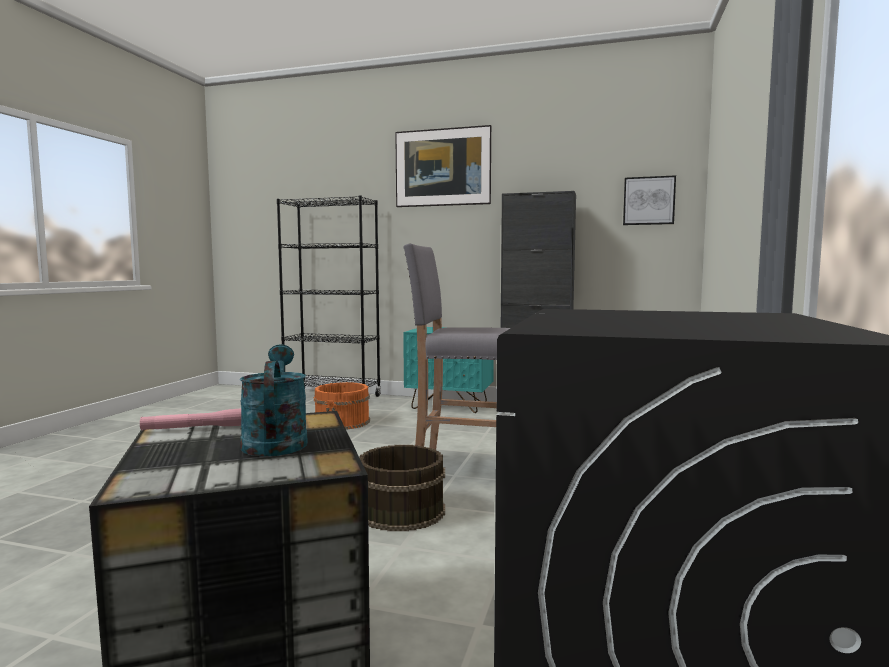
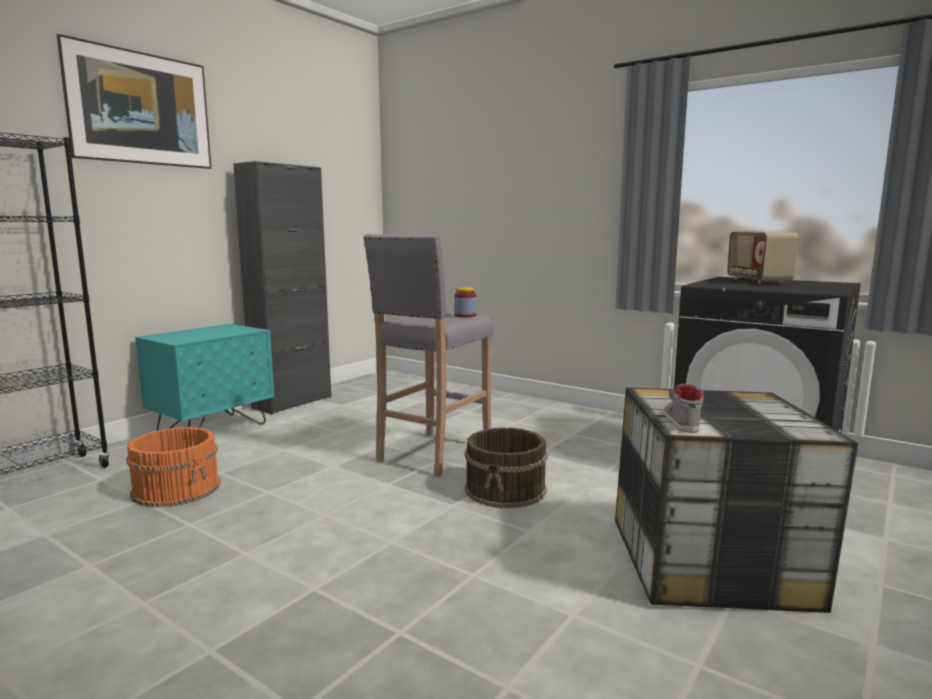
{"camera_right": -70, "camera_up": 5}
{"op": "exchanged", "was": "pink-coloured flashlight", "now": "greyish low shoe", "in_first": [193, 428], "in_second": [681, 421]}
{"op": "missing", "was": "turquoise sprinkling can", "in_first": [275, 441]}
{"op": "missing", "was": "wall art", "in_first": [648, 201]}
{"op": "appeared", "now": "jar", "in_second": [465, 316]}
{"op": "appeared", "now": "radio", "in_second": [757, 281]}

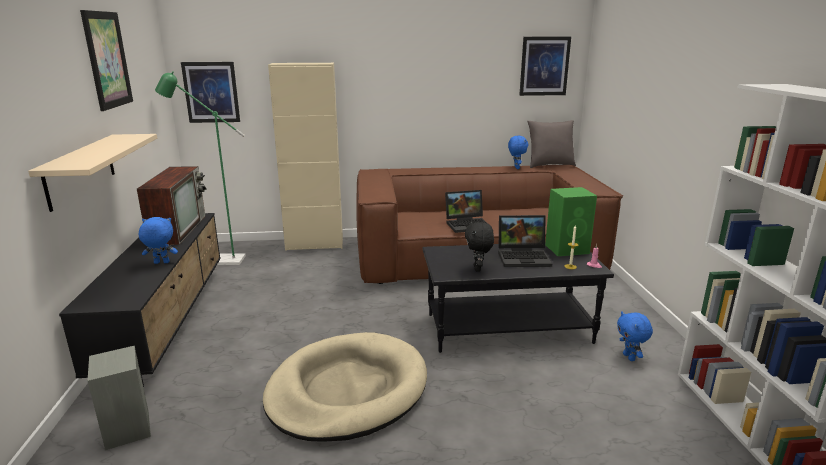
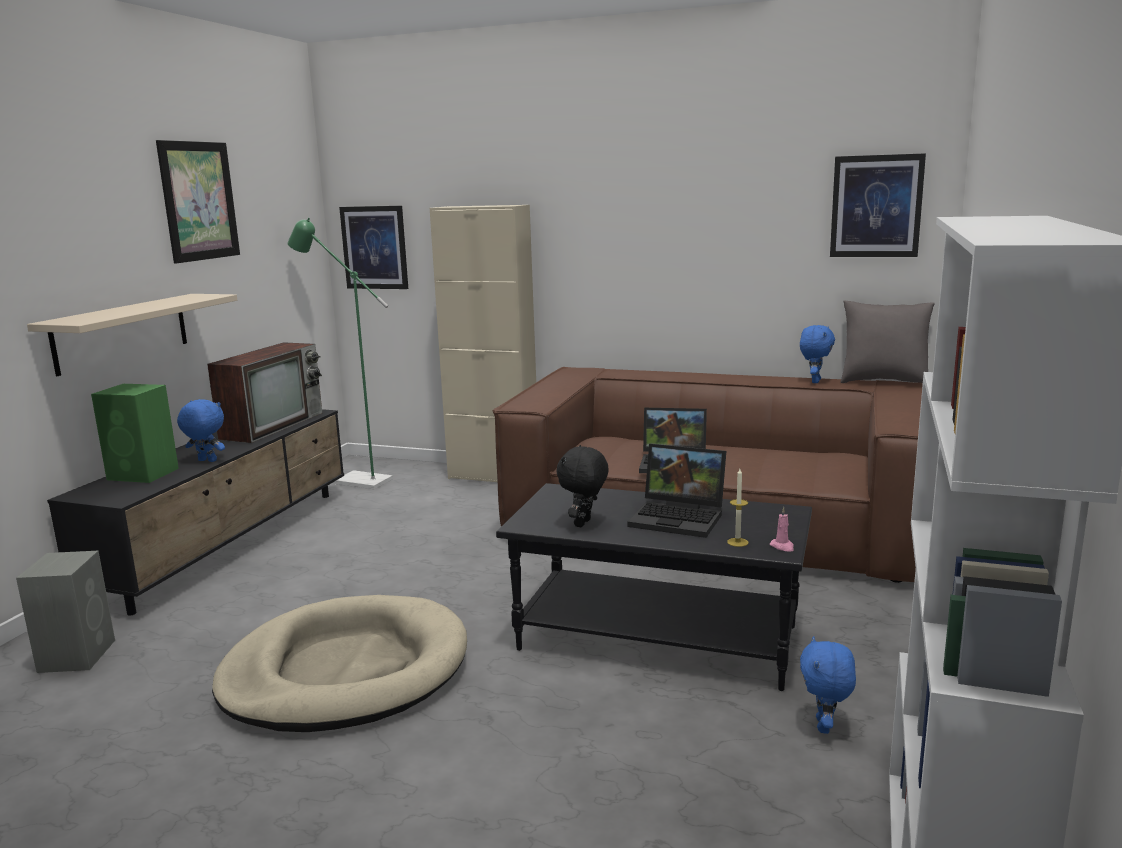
{"camera_right": 25, "camera_up": -5}
{"op": "relocated", "was": "green-coloured audio speaker", "in_first": [568, 249], "in_second": [144, 474]}

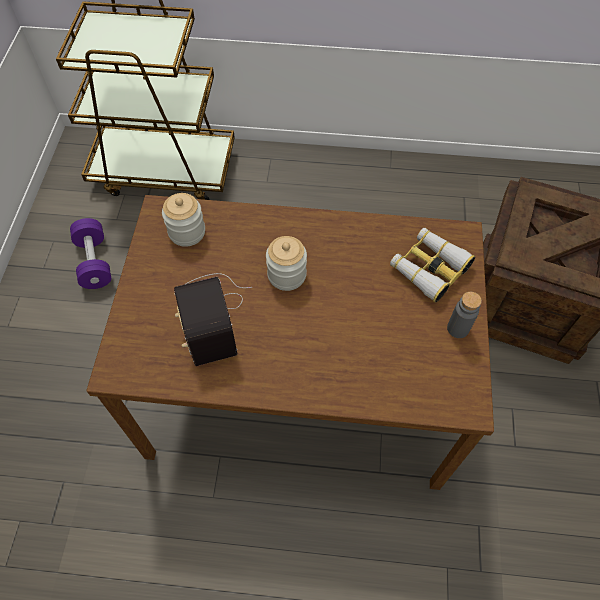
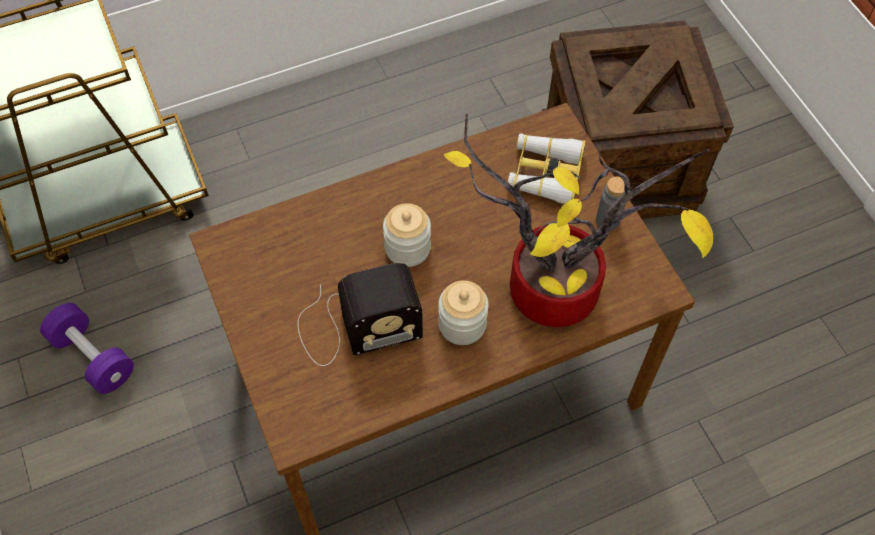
{"camera_right": -30, "camera_up": 0}
{"op": "relocated", "was": "jar", "in_first": [187, 232], "in_second": [462, 324]}
{"op": "spun", "was": "radio", "in_first": [210, 314], "in_second": [354, 327], "clockwise": -60}
{"op": "appeared", "now": "potted plant", "in_second": [560, 285]}

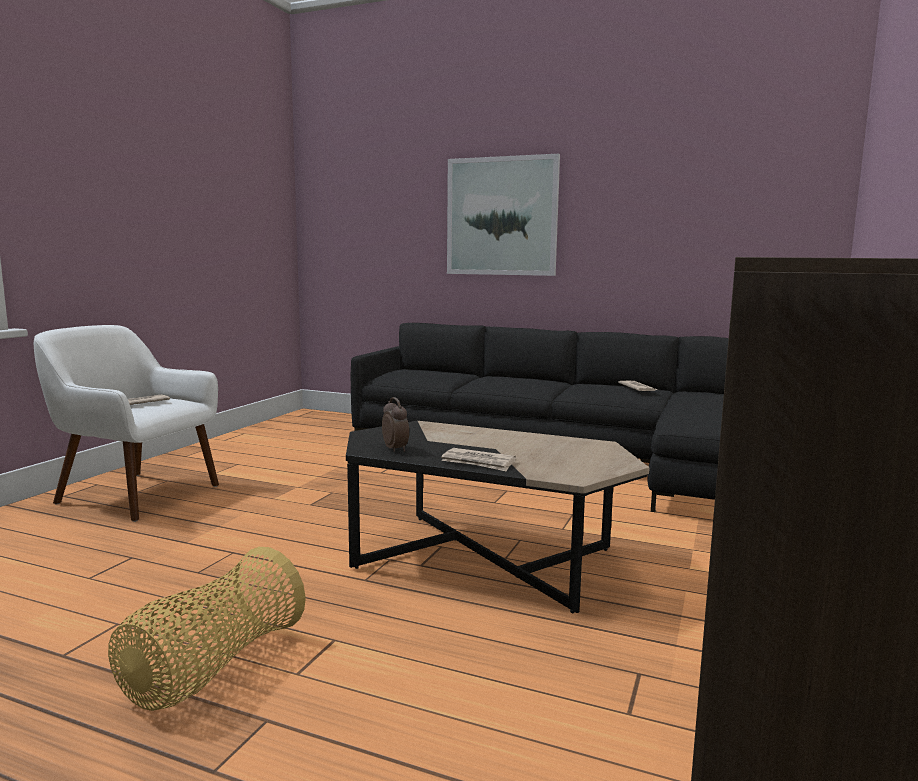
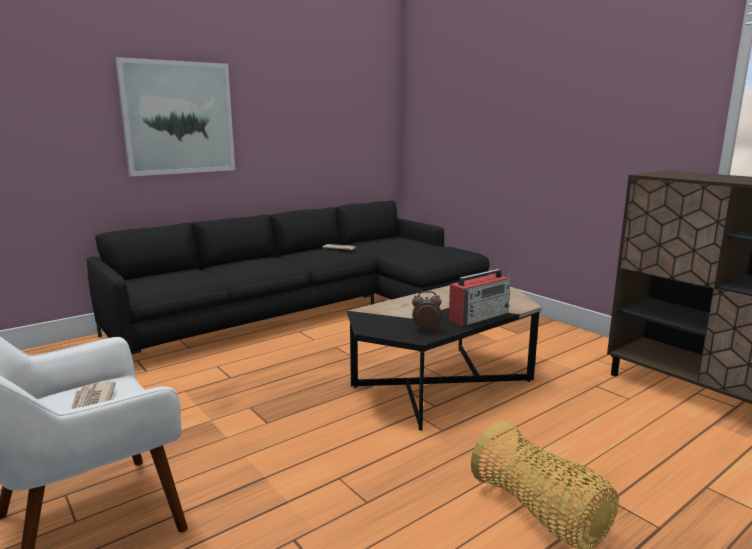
{"camera_right": -60, "camera_up": 5}
{"op": "exchanged", "was": "newspaper", "now": "radio", "in_first": [478, 462], "in_second": [479, 316]}

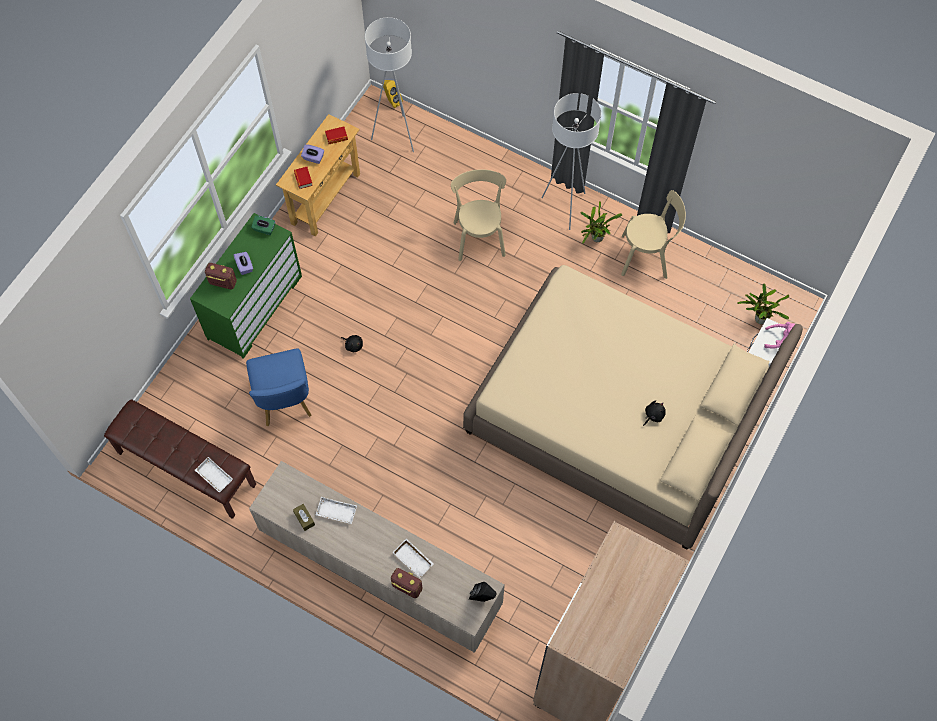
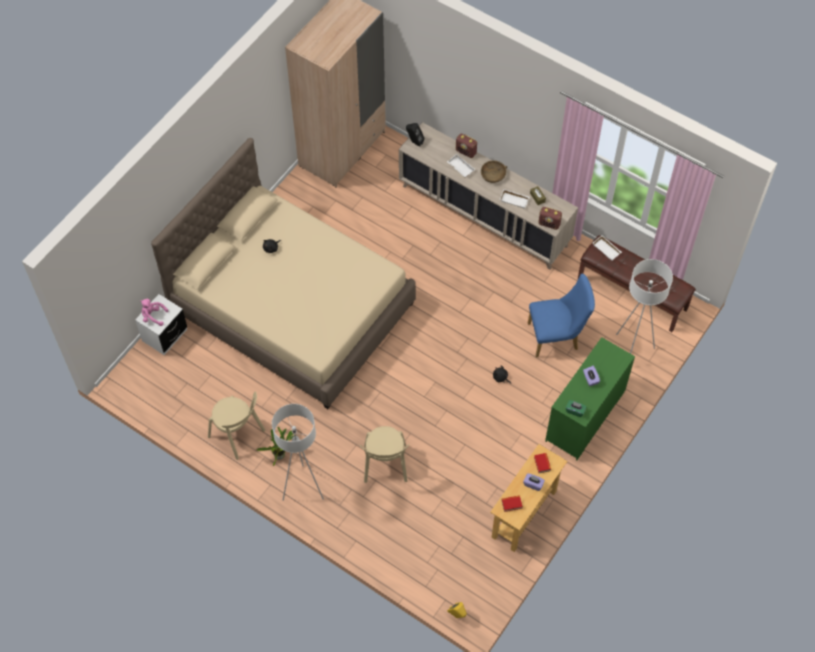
{"camera_right": -175, "camera_up": -5}
{"op": "relocated", "was": "radio", "in_first": [222, 282], "in_second": [549, 224]}
{"op": "spun", "was": "blue plain chair", "in_first": [285, 402], "in_second": [557, 336], "clockwise": 90}
{"op": "relocated", "was": "white-coloured floor lamp", "in_first": [396, 136], "in_second": [631, 349]}
{"op": "spun", "was": "beige plain chair", "in_first": [647, 256], "in_second": [238, 435], "clockwise": -150}
{"op": "missing", "was": "potted plant", "in_first": [758, 318]}
{"op": "appeared", "now": "brownish deep dish", "in_second": [493, 174]}

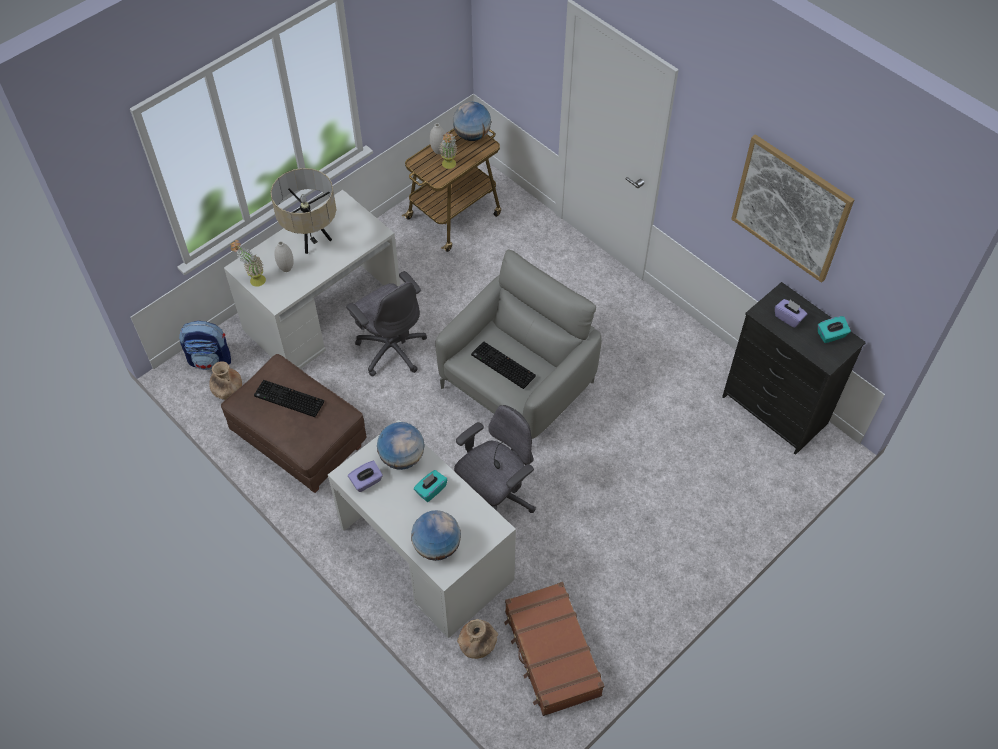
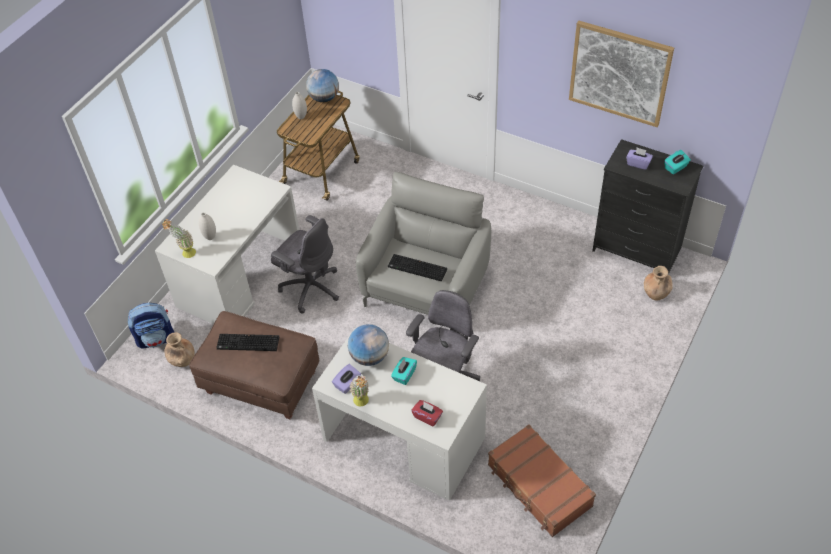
{"camera_right": -15, "camera_up": -5}
{"op": "missing", "was": "beige lamp for a table", "in_first": [311, 238]}
{"op": "exchanged", "was": "desk globe", "now": "red tissue box", "in_first": [436, 546], "in_second": [427, 417]}
{"op": "relocated", "was": "potted plant", "in_first": [449, 166], "in_second": [362, 403]}
{"op": "relocated", "was": "brownish decorative vase", "in_first": [477, 645], "in_second": [656, 293]}

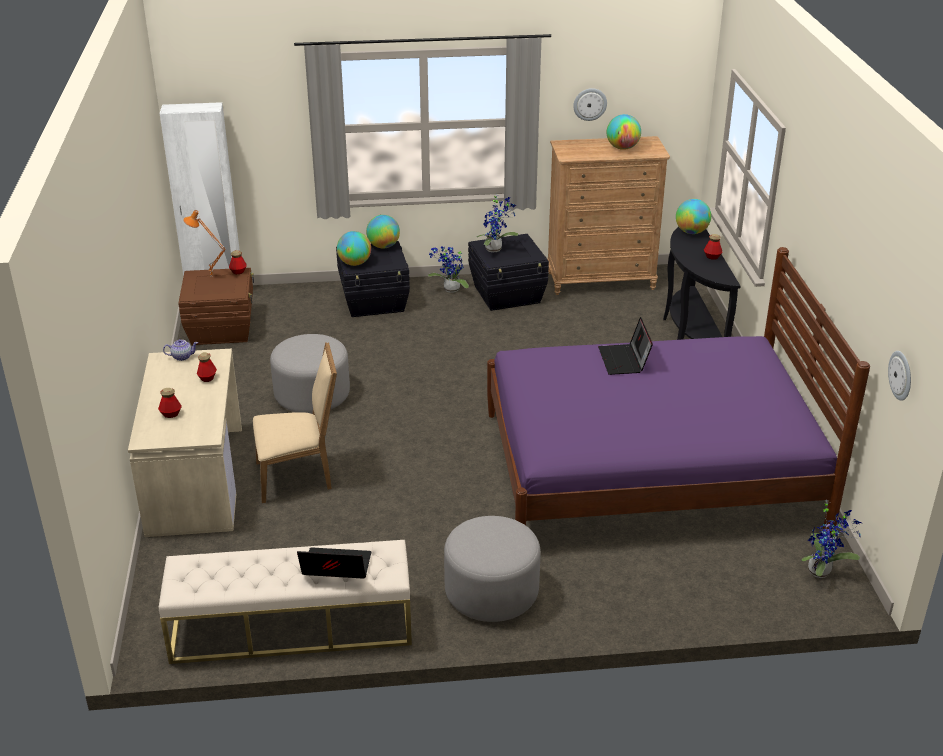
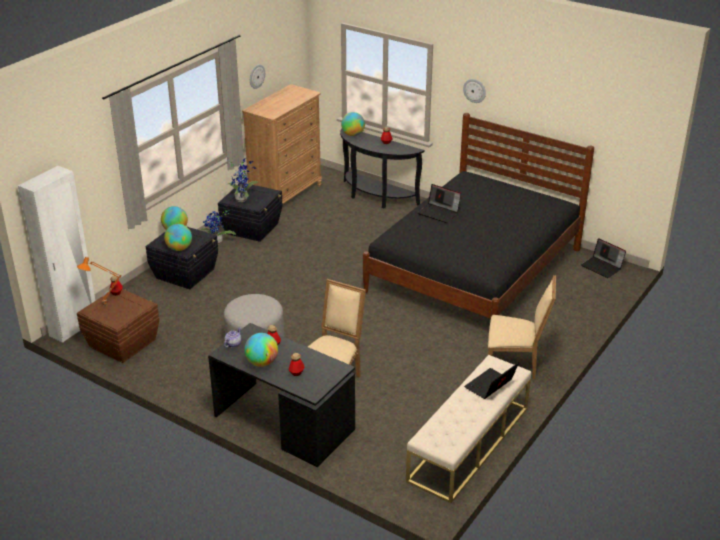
{"camera_right": -50, "camera_up": 0}
{"op": "colour", "was": "beige desk", "now": "black desk", "in_first": [195, 479], "in_second": [282, 423]}
{"op": "exchanged", "was": "greyish pouffe", "now": "beige plain chair", "in_first": [491, 592], "in_second": [514, 364]}
{"op": "colour", "was": "purple-coloured bed", "now": "black bed", "in_first": [649, 469], "in_second": [474, 270]}
{"op": "relocated", "was": "desk globe", "in_first": [622, 148], "in_second": [262, 363]}
{"op": "exchanged", "was": "potted plant", "now": "portable computer", "in_first": [822, 571], "in_second": [602, 267]}
{"op": "relocated", "was": "clock on the wall", "in_first": [901, 375], "in_second": [474, 90]}

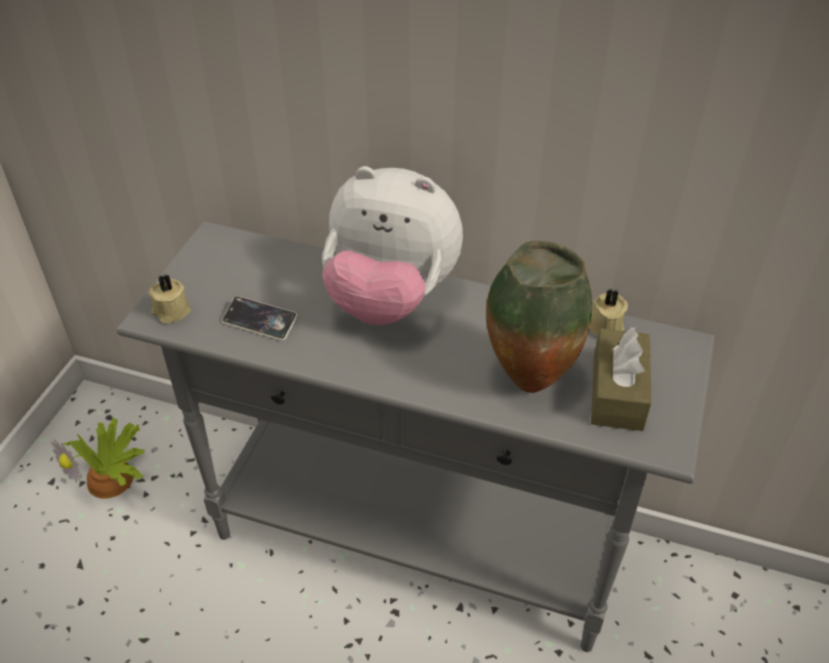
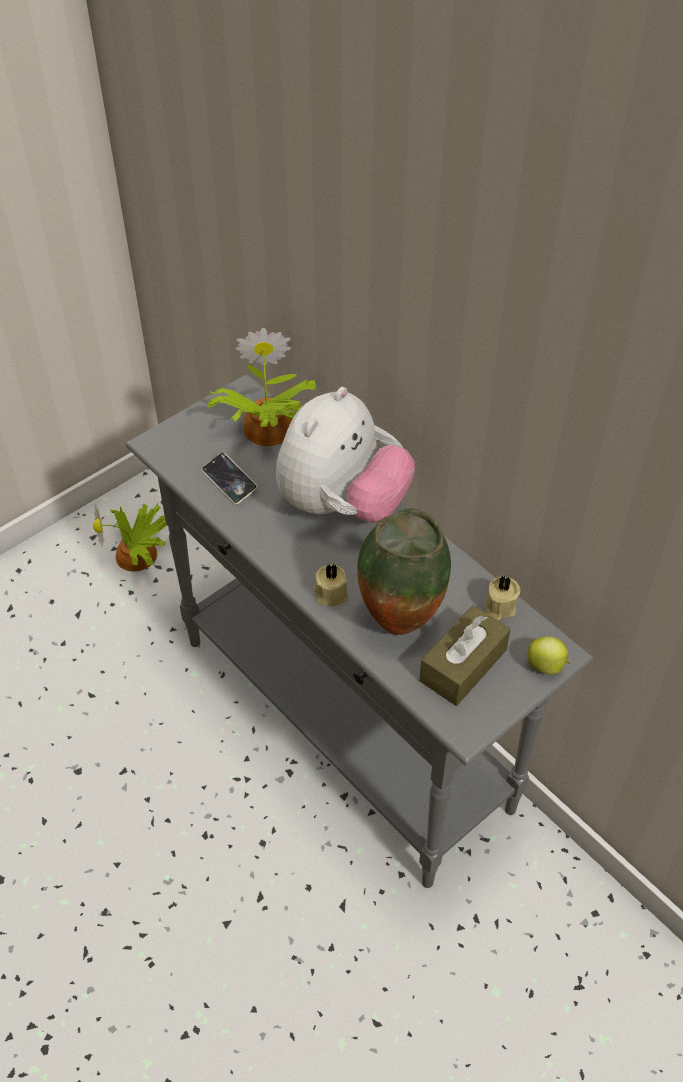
{"camera_right": 30, "camera_up": 5}
{"op": "relocated", "was": "beige candle", "in_first": [171, 311], "in_second": [330, 593]}
{"op": "spun", "was": "cuddly toy", "in_first": [390, 299], "in_second": [342, 505], "clockwise": -105}
{"op": "appeared", "now": "potted plant", "in_second": [266, 429]}
{"op": "appeared", "now": "whole apple", "in_second": [546, 666]}

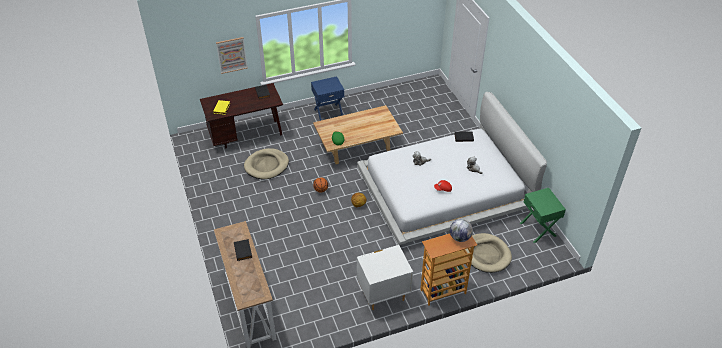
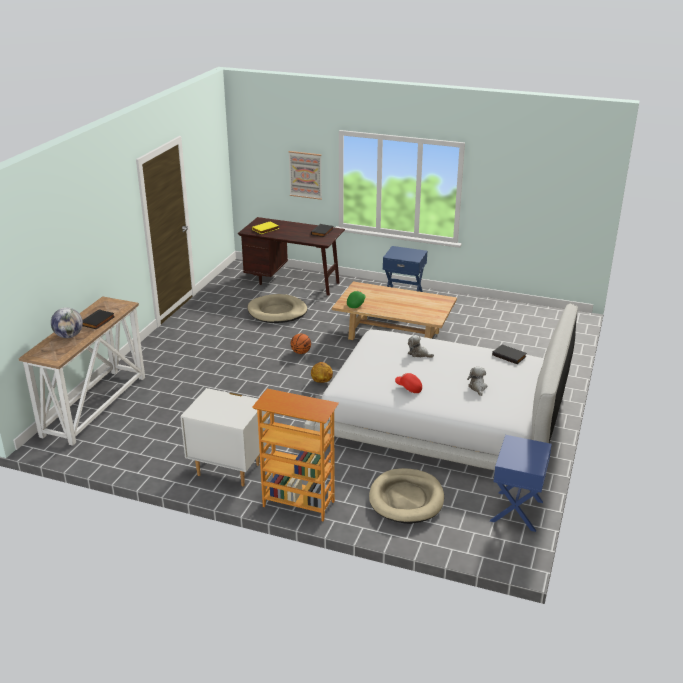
{"camera_right": 40, "camera_up": -15}
{"op": "relocated", "was": "desk globe", "in_first": [460, 237], "in_second": [69, 336]}
{"op": "colour", "was": "green-coloured night table", "now": "blue night table", "in_first": [538, 229], "in_second": [517, 511]}

